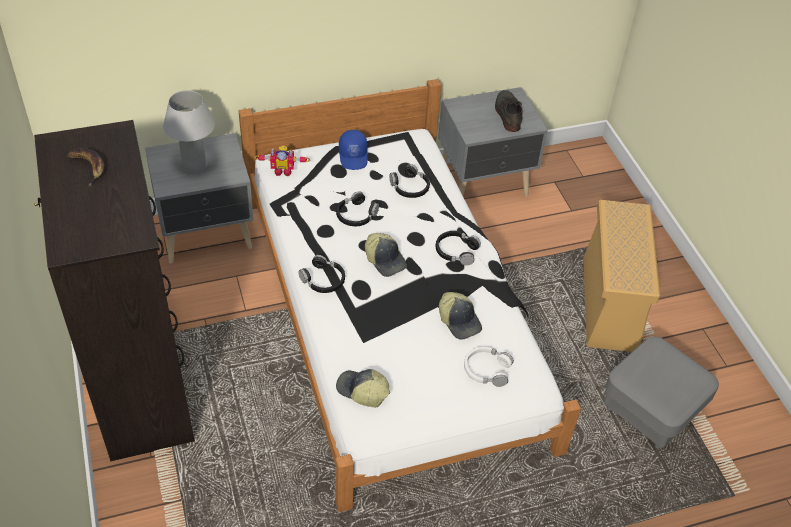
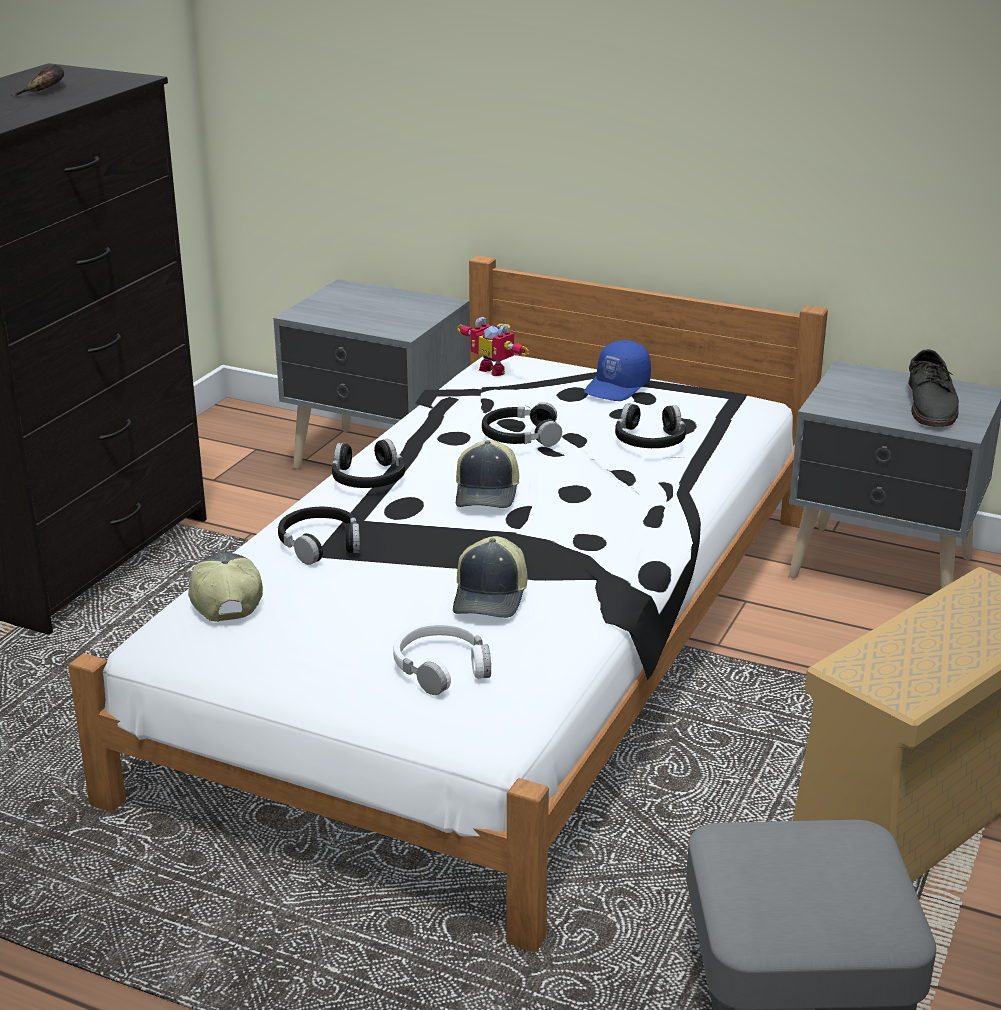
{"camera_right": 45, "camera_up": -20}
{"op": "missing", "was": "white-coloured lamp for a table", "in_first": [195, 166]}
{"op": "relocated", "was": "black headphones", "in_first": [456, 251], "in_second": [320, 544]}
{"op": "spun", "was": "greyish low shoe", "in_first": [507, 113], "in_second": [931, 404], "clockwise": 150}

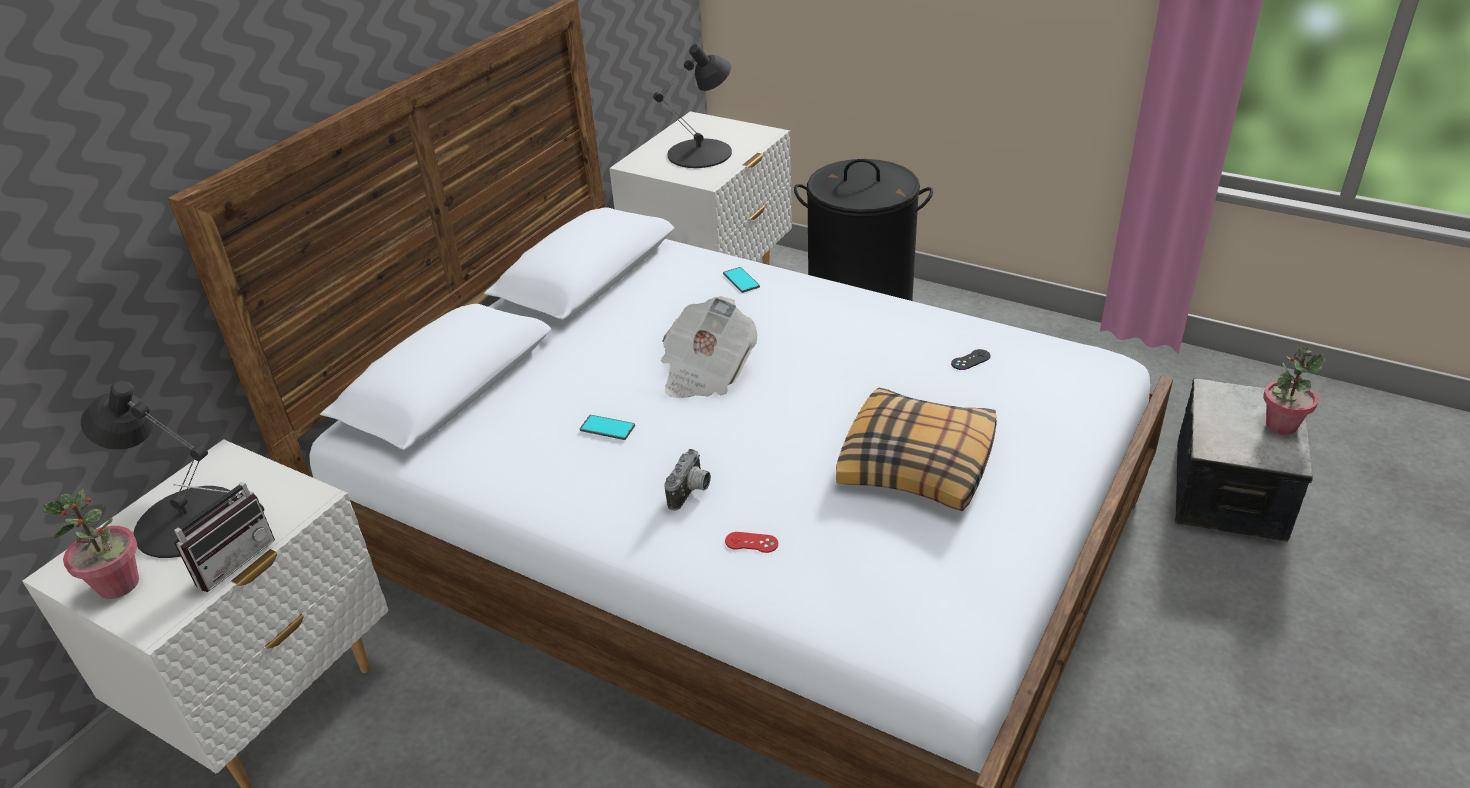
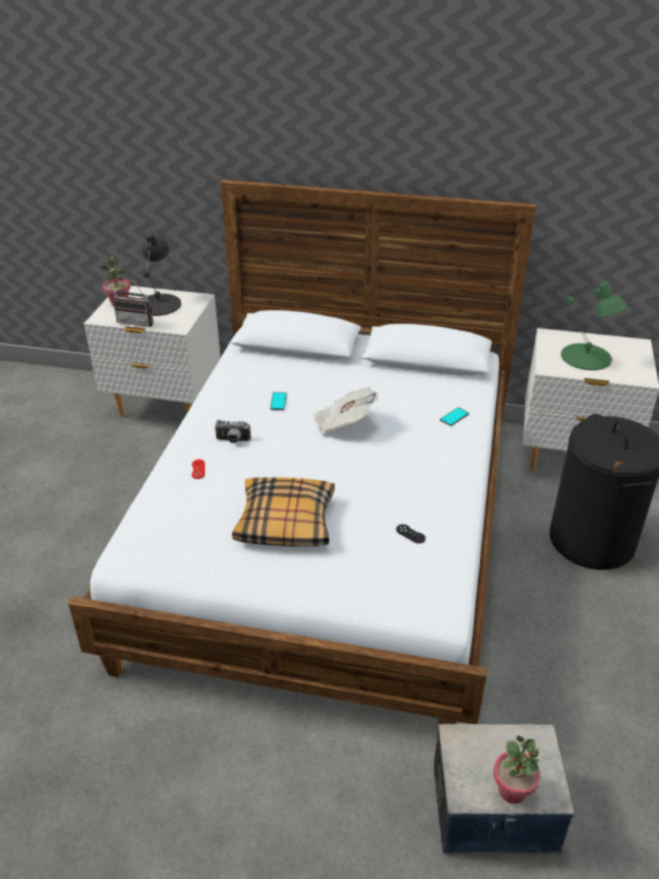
{"camera_right": 70, "camera_up": 0}
{"op": "colour", "was": "black lamp for a table", "now": "green-coloured lamp for a table", "in_first": [701, 153], "in_second": [586, 357]}

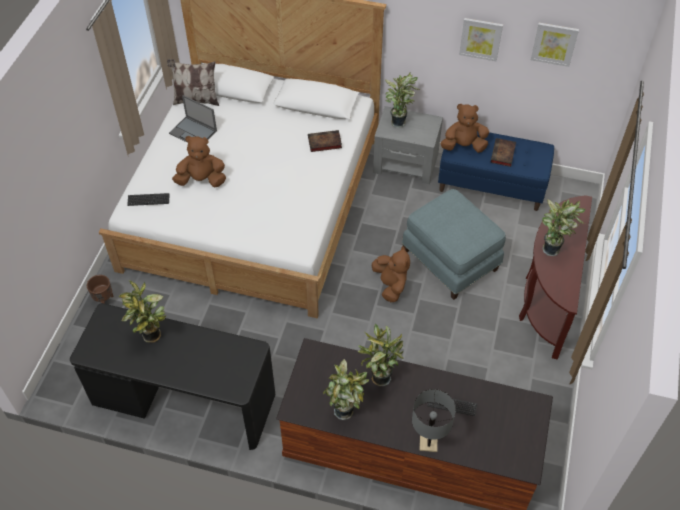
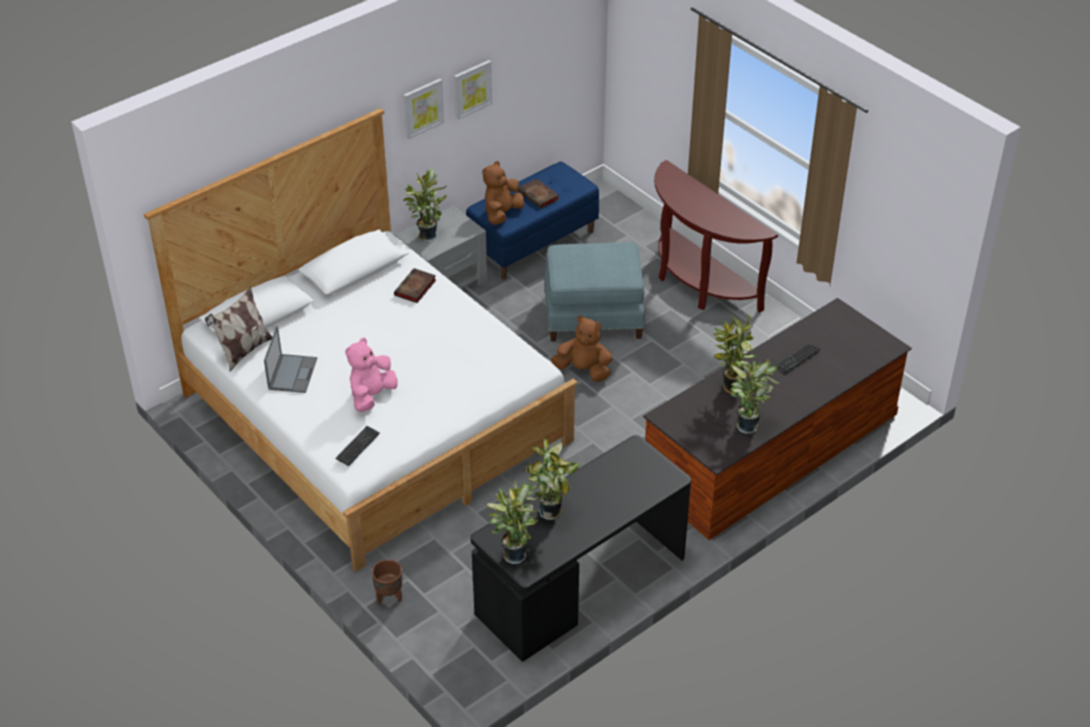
{"camera_right": -55, "camera_up": -10}
{"op": "spun", "was": "portable computer", "in_first": [193, 132], "in_second": [292, 373], "clockwise": -60}
{"op": "colour", "was": "brownish cuddly toy", "now": "pink-coloured cuddly toy", "in_first": [202, 180], "in_second": [371, 396]}
{"op": "missing", "was": "greyish lamp for a table", "in_first": [428, 441]}
{"op": "relocated", "was": "wall art", "in_first": [554, 43], "in_second": [423, 108]}
{"op": "relocated", "was": "potted plant", "in_first": [552, 248], "in_second": [514, 553]}

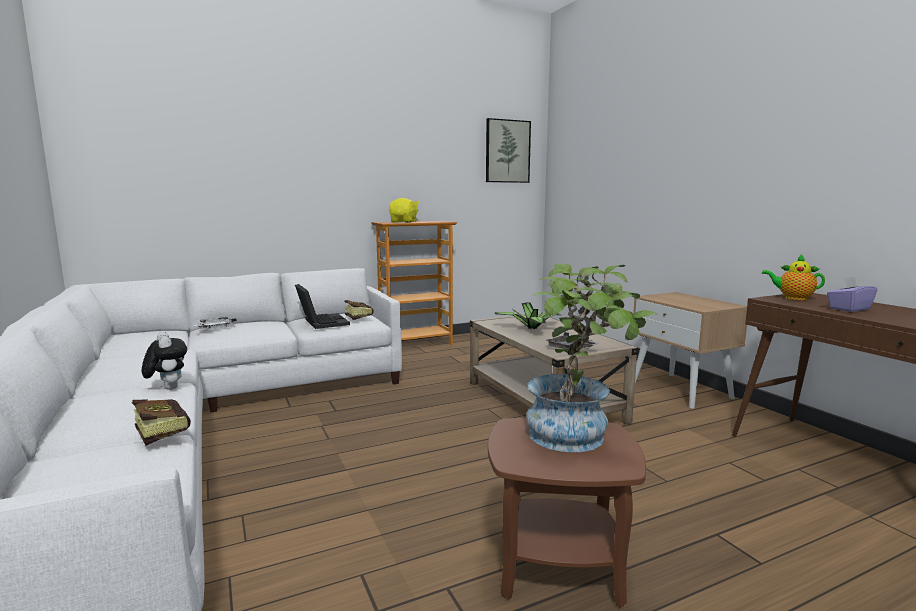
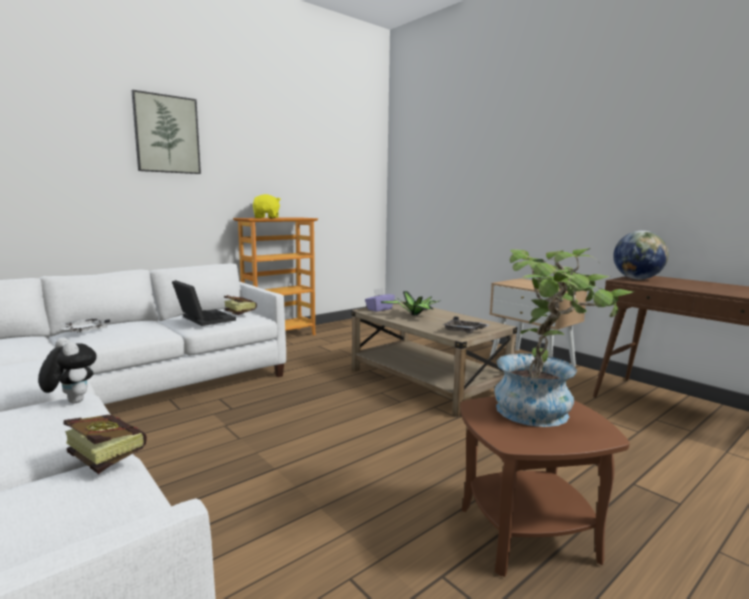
{"camera_right": -15, "camera_up": 0}
{"op": "relocated", "was": "wall art", "in_first": [507, 151], "in_second": [167, 134]}
{"op": "exchanged", "was": "teapot", "now": "desk globe", "in_first": [792, 298], "in_second": [637, 279]}
{"op": "relocated", "was": "purple-coloured tissue box", "in_first": [848, 309], "in_second": [379, 309]}

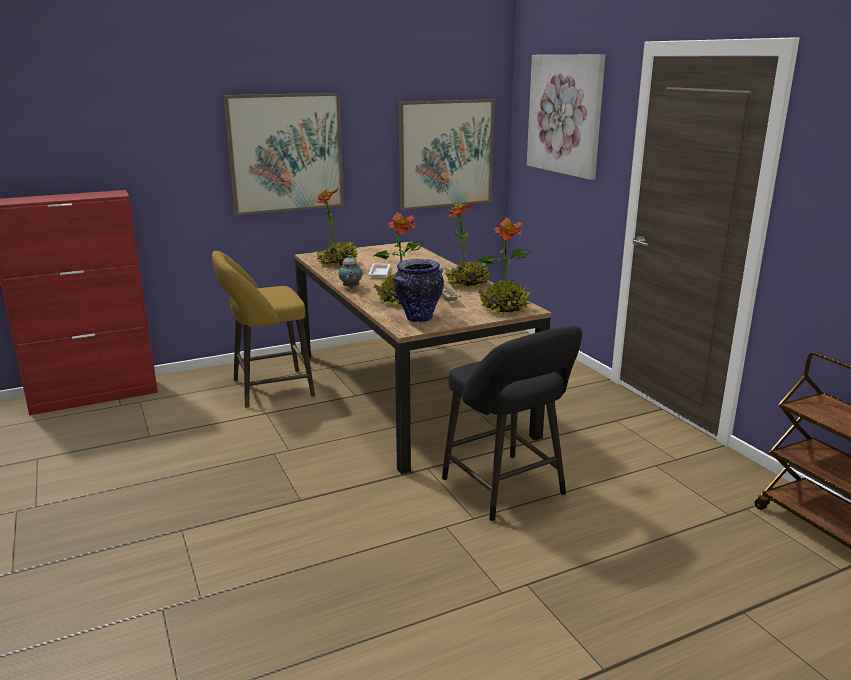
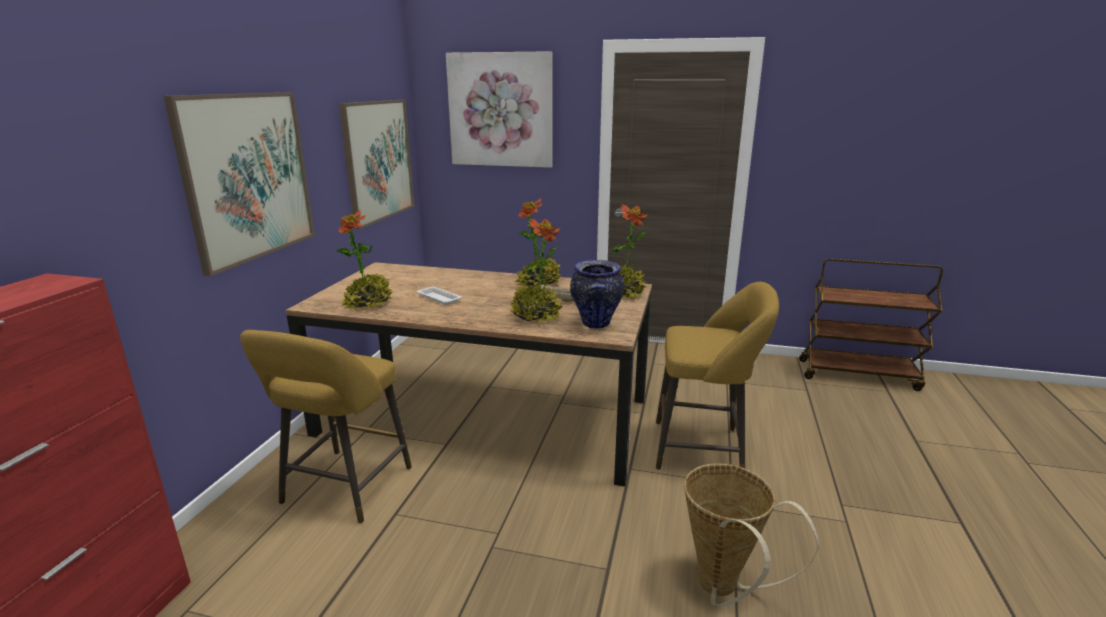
{"camera_right": -50, "camera_up": 0}
{"op": "missing", "was": "teapot", "in_first": [350, 288]}
{"op": "colour", "was": "black stool seat", "now": "yellowish stool seat", "in_first": [507, 490], "in_second": [704, 449]}
{"op": "appeared", "now": "storage basket", "in_second": [723, 590]}

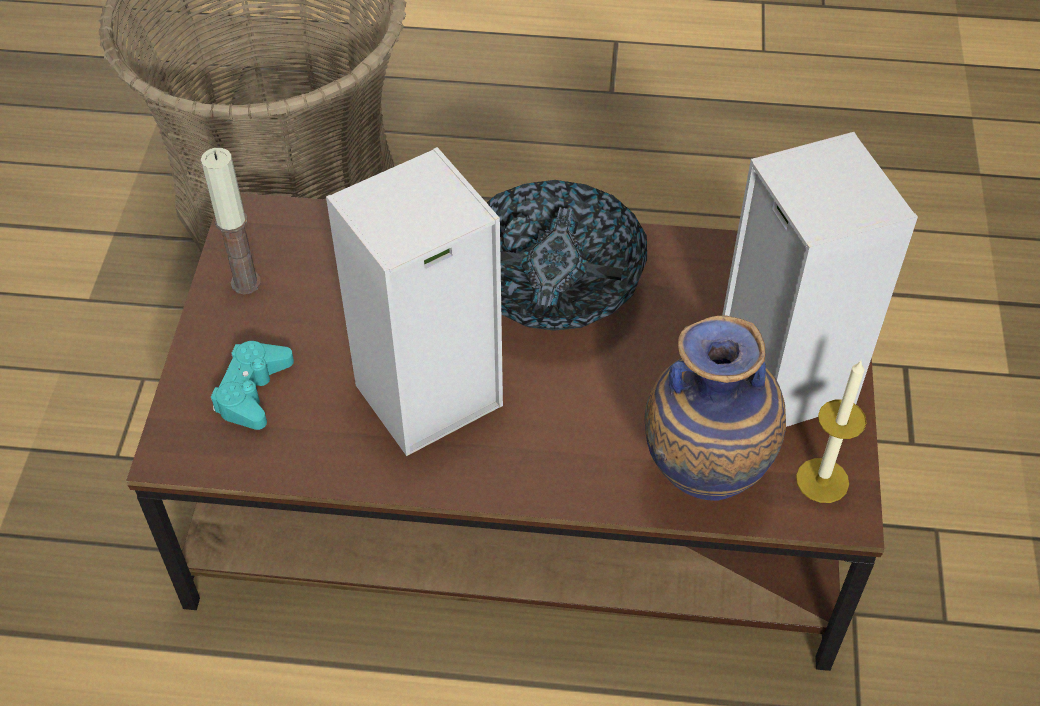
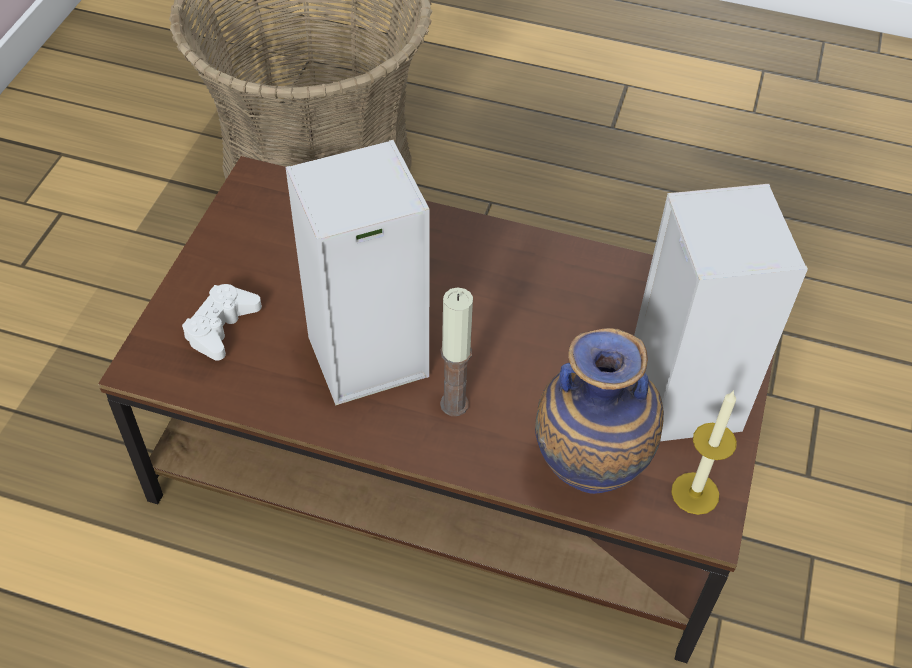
{"camera_right": 10, "camera_up": 0}
{"op": "relocated", "was": "candle", "in_first": [245, 283], "in_second": [454, 404]}
{"op": "colour", "was": "turquoise game controller", "now": "white-coloured game controller", "in_first": [252, 391], "in_second": [221, 327]}
{"op": "missing", "was": "deep dish", "in_first": [553, 289]}

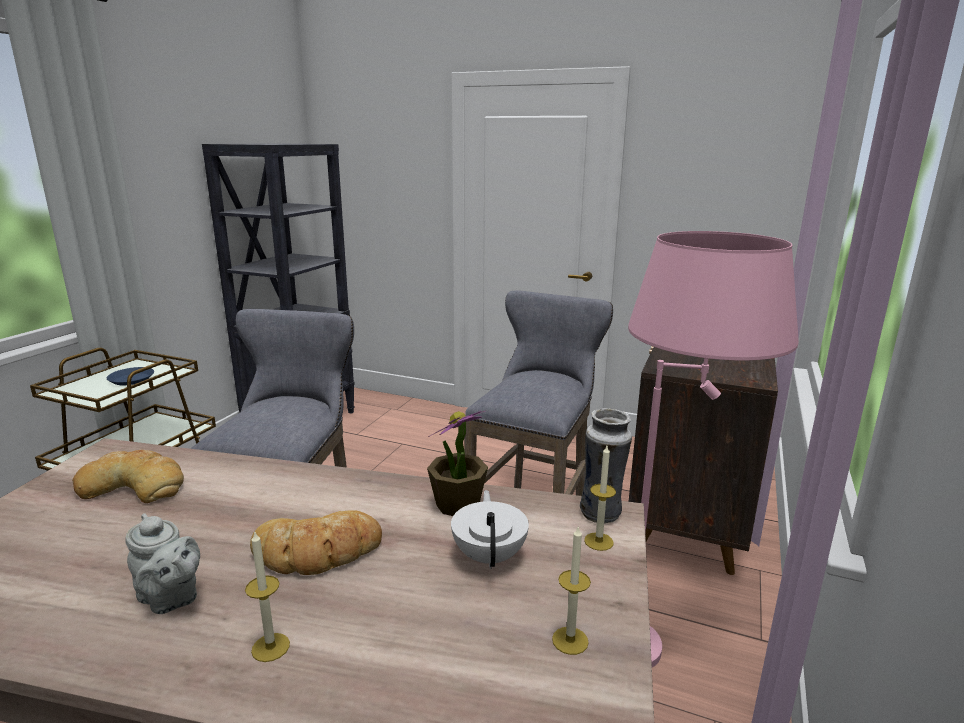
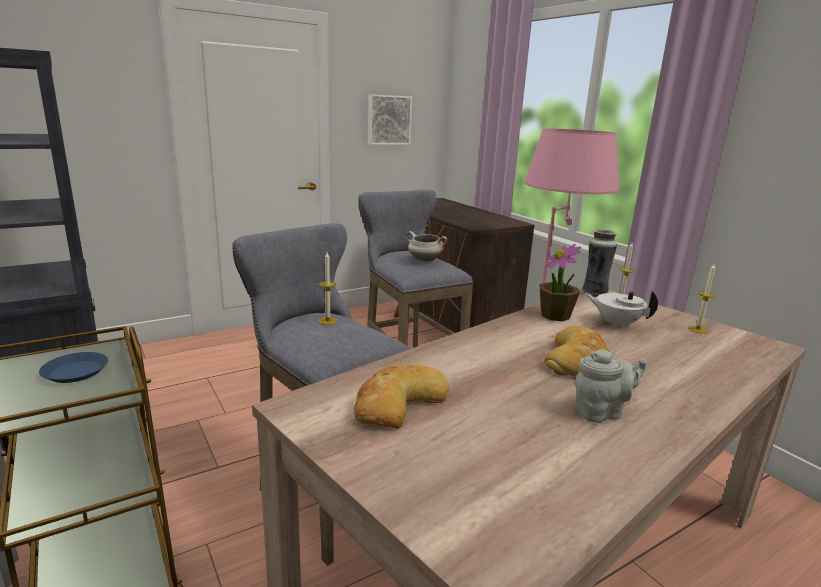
{"camera_right": -55, "camera_up": 0}
{"op": "relocated", "was": "candle", "in_first": [270, 647], "in_second": [327, 321]}
{"op": "appeared", "now": "wall art", "in_second": [388, 120]}
{"op": "appeared", "now": "white-coloured saucepot", "in_second": [424, 260]}

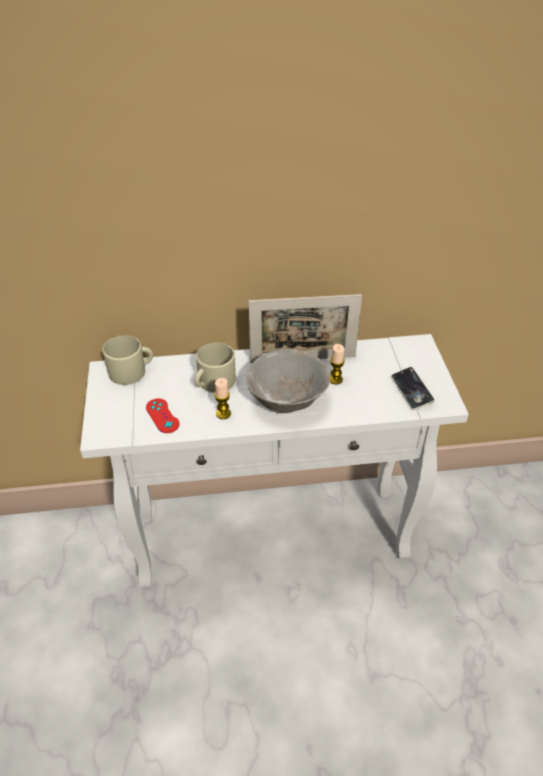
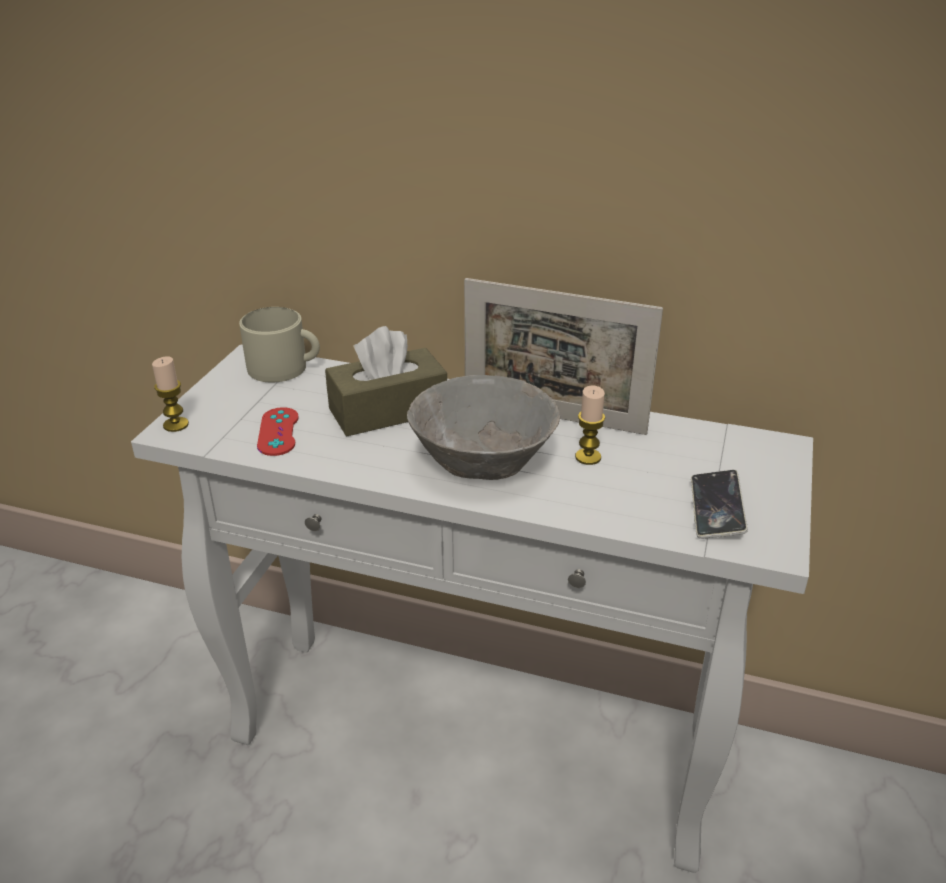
{"camera_right": 25, "camera_up": -10}
{"op": "exchanged", "was": "beige coffee mug", "now": "brownish tissue box", "in_first": [213, 382], "in_second": [388, 411]}
{"op": "relocated", "was": "candle", "in_first": [223, 413], "in_second": [176, 425]}

